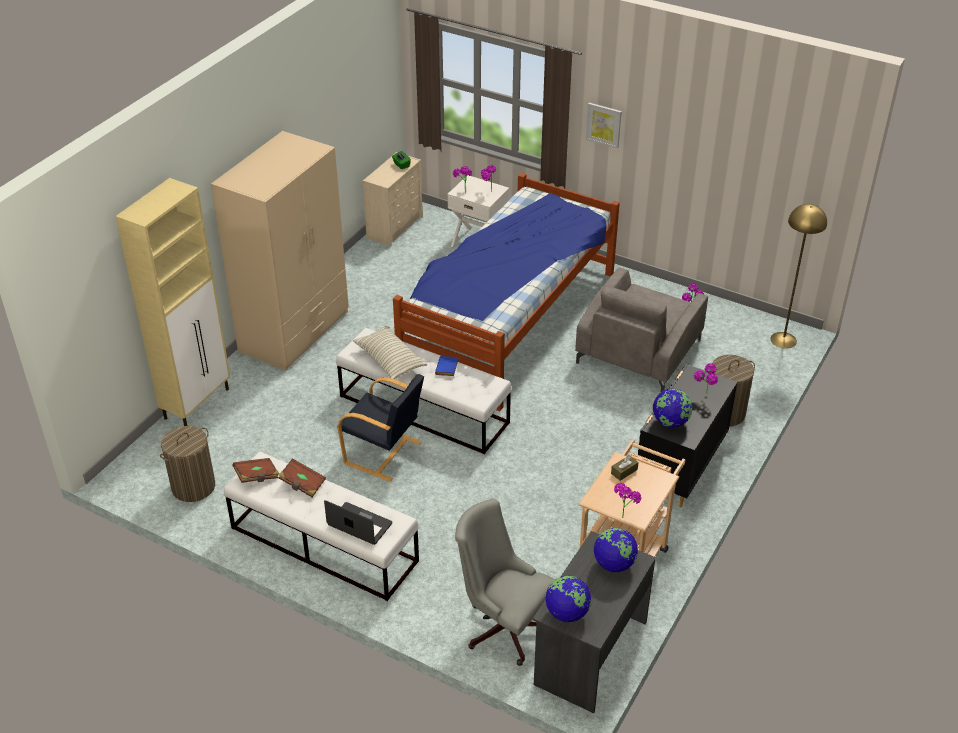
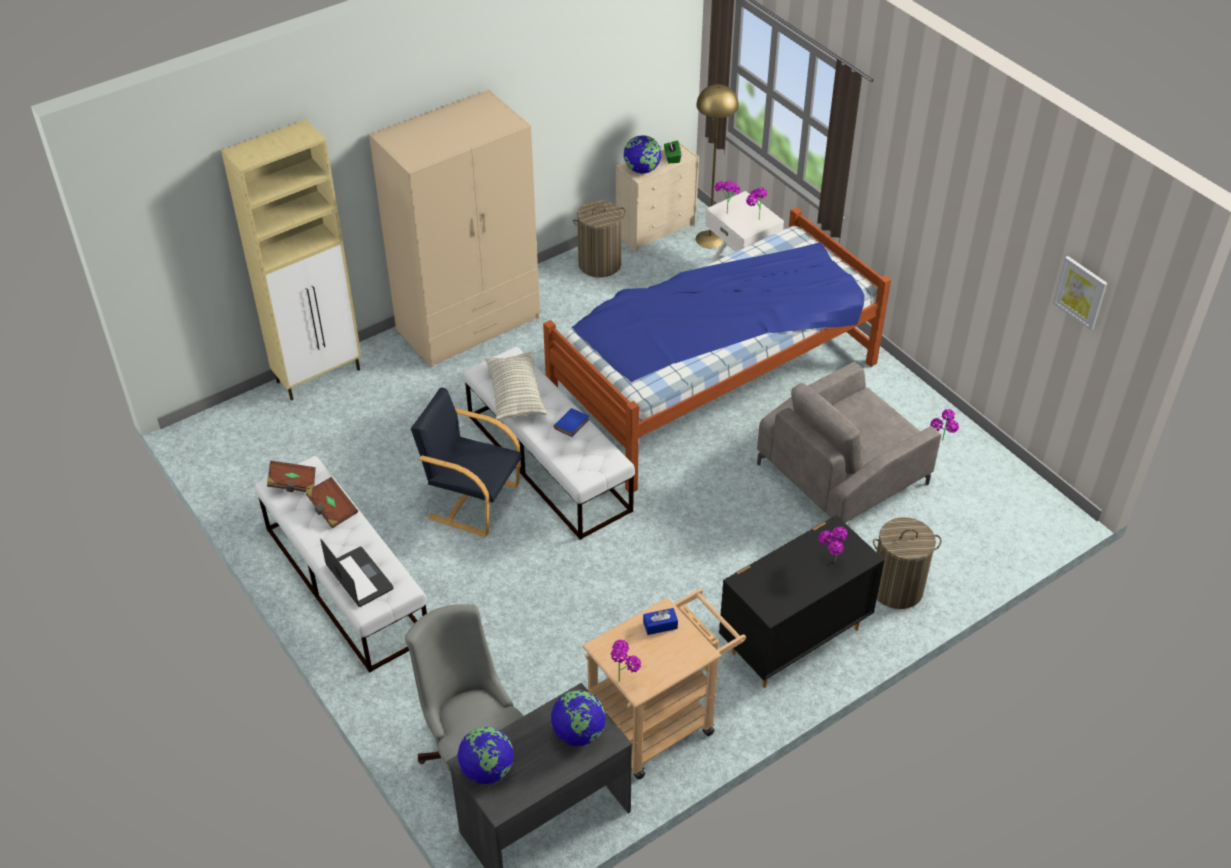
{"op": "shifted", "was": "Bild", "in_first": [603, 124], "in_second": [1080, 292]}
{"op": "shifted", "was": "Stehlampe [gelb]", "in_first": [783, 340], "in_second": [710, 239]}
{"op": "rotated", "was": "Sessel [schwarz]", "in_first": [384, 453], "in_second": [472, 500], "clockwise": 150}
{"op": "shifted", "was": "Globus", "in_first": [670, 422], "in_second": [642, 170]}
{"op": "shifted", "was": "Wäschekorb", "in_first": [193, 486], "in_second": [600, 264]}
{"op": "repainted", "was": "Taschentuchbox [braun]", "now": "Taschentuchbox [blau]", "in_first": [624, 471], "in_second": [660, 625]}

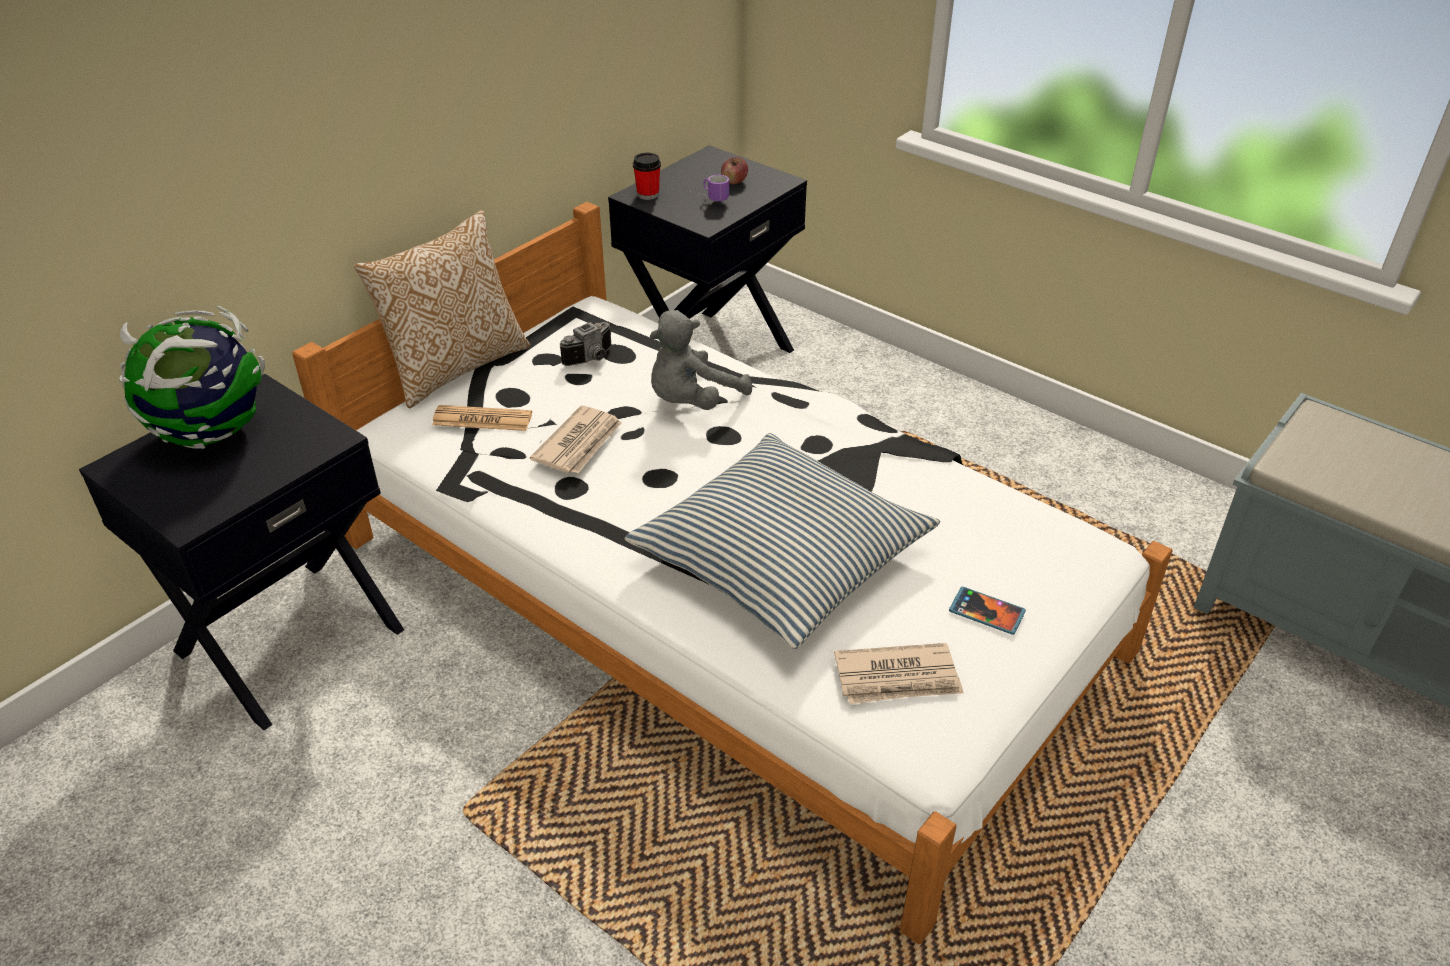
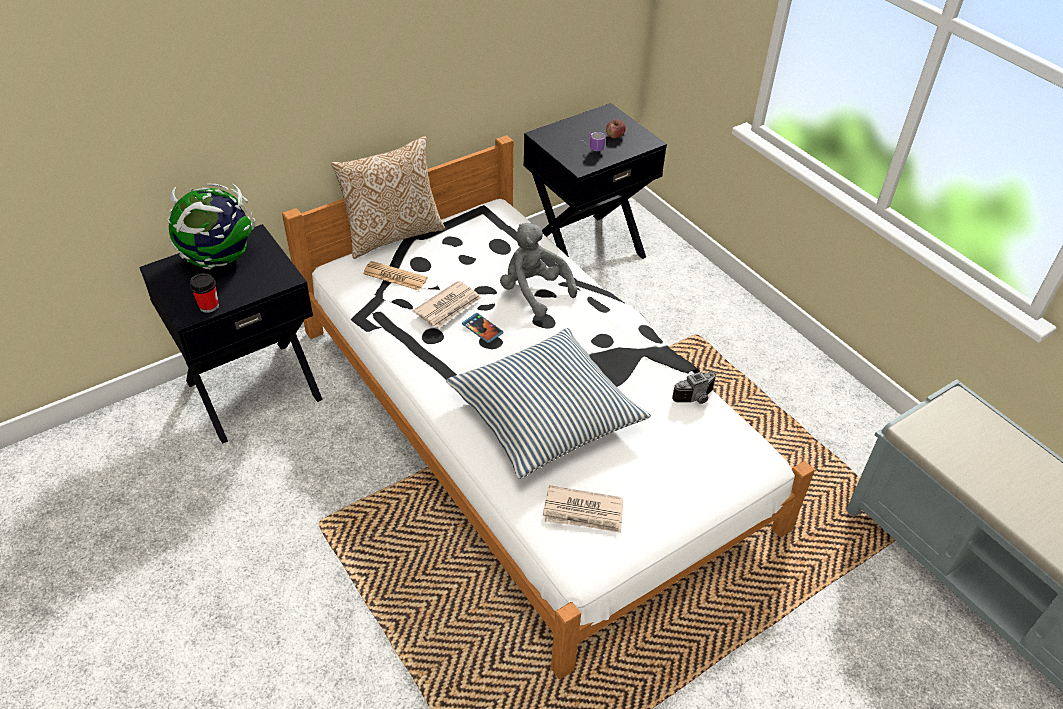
{"op": "shifted", "was": "Tasse", "in_first": [648, 194], "in_second": [209, 306]}
{"op": "rotated", "was": "Plüschtier [grau]", "in_first": [692, 401], "in_second": [533, 291], "clockwise": 75}
{"op": "shifted", "was": "Kamera", "in_first": [592, 358], "in_second": [696, 398]}
{"op": "shifted", "was": "Handy", "in_first": [986, 612], "in_second": [482, 329]}

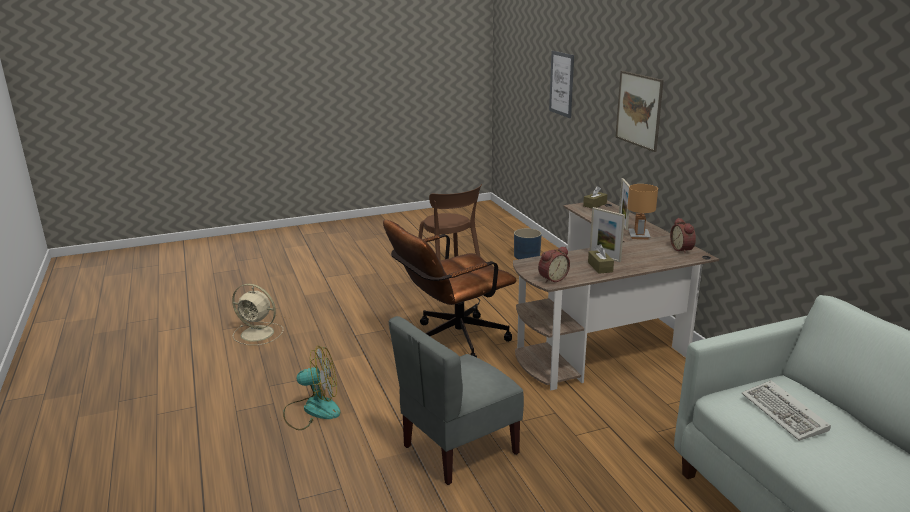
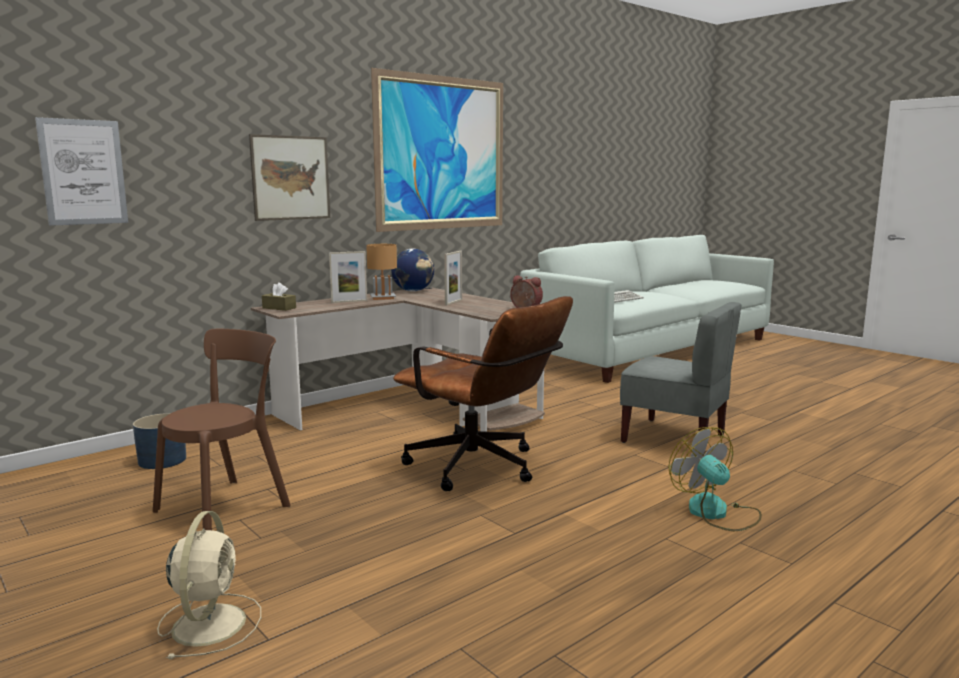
{"op": "swapped", "was": "Wecker", "now": "Globus", "in_first": [683, 249], "in_second": [413, 291]}
{"op": "gone", "was": "Taschentuchbox [braun]", "in_first": [600, 267]}
{"op": "shifted", "was": "Ventilator [beige]", "in_first": [258, 334], "in_second": [210, 622]}
{"op": "new", "now": "Bild", "in_second": [442, 153]}

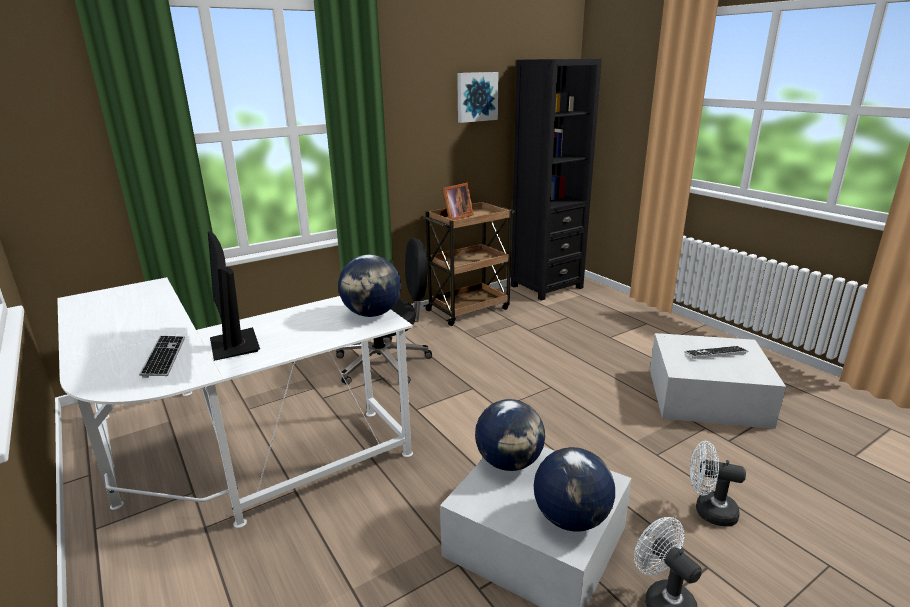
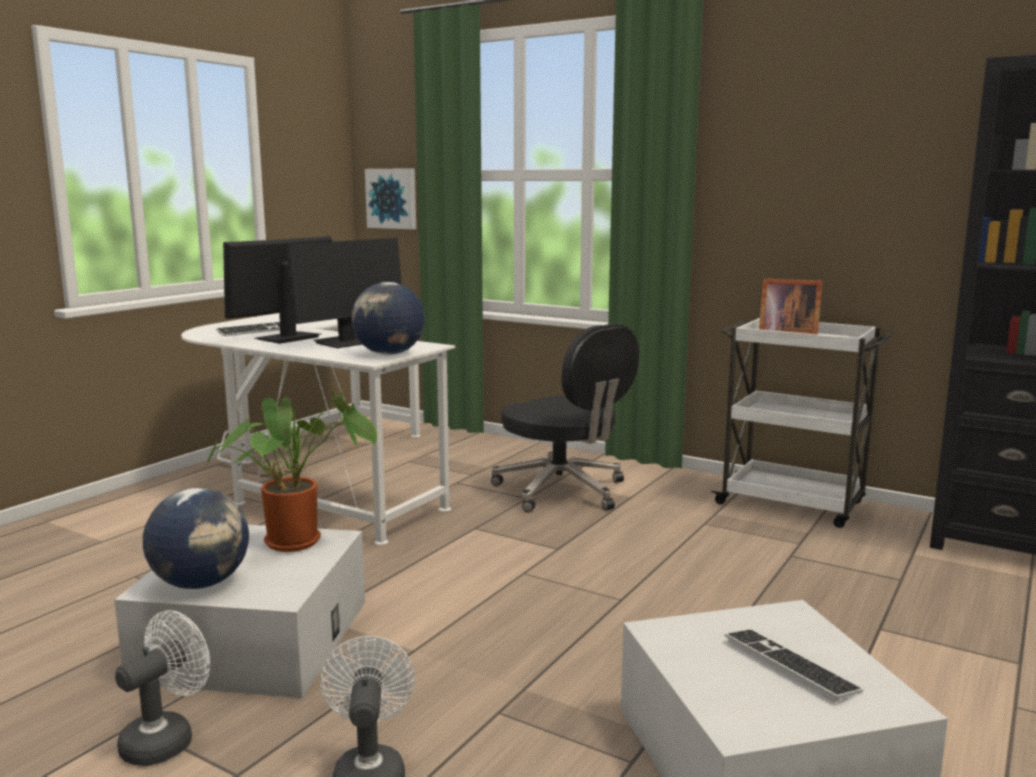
{"op": "shifted", "was": "Bild", "in_first": [476, 97], "in_second": [392, 198]}
{"op": "repainted", "was": "Rollwagen [braun]", "now": "Rollwagen [weiß]", "in_first": [469, 309], "in_second": [793, 504]}
{"op": "swapped", "was": "Globus", "now": "Topfpflanze", "in_first": [509, 462], "in_second": [299, 540]}
{"op": "new", "now": "Monitor", "in_second": [347, 342]}

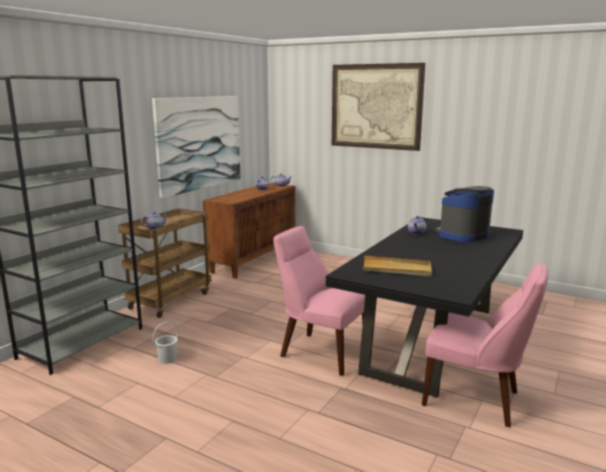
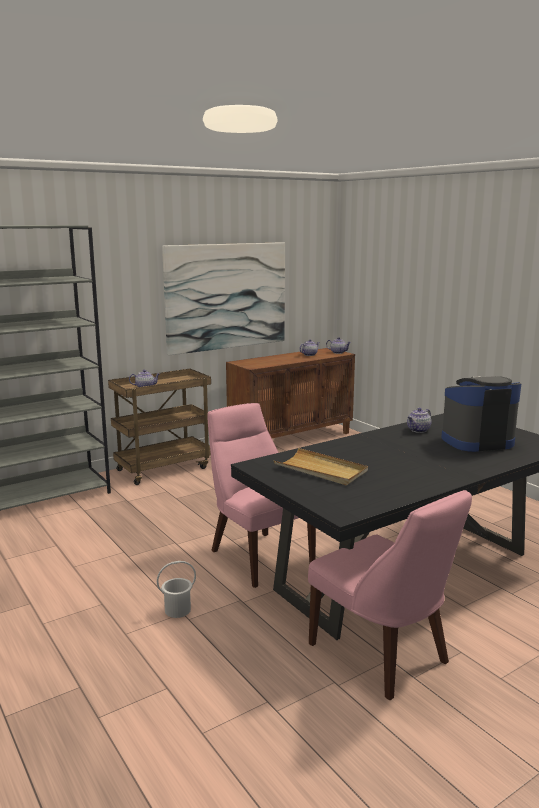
{"op": "gone", "was": "Bild", "in_first": [375, 106]}
{"op": "shifted", "was": "Eimer [weiß]", "in_first": [167, 358], "in_second": [177, 610]}

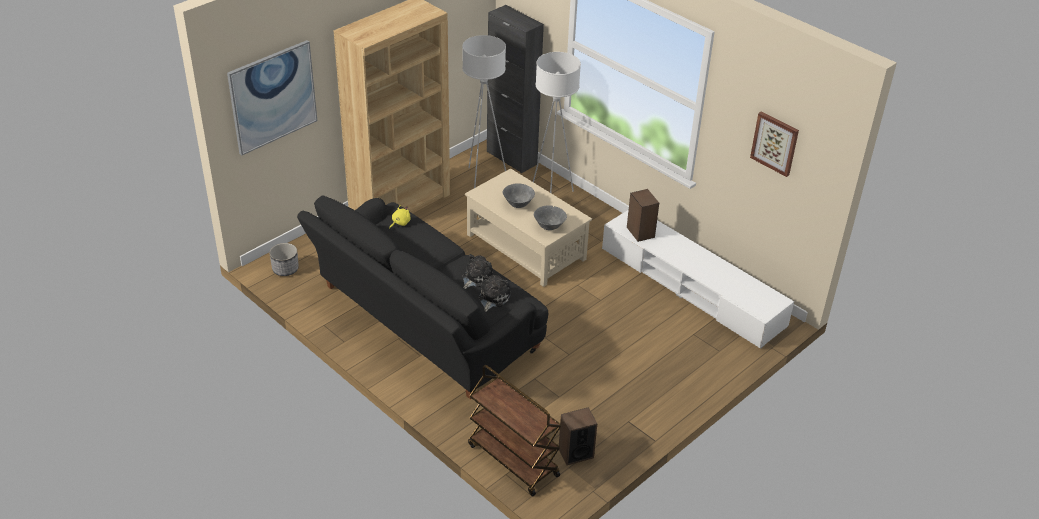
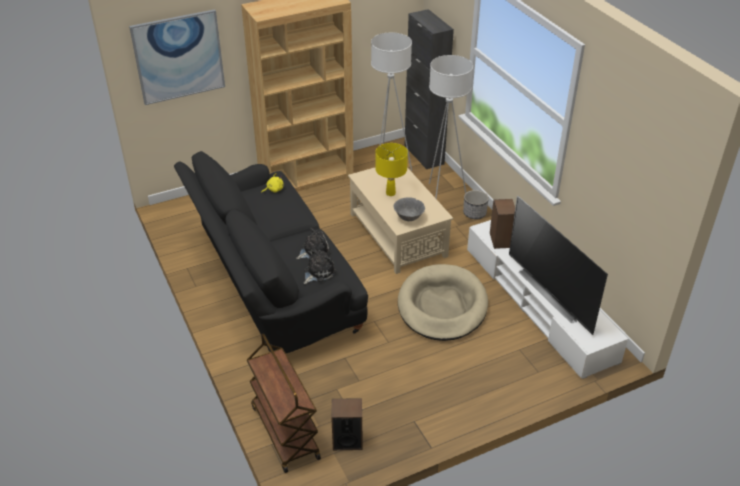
{"op": "gone", "was": "Bild", "in_first": [775, 143]}
{"op": "swapped", "was": "Schüssel [grau]", "now": "Tischlampe [gelb]", "in_first": [518, 205], "in_second": [390, 193]}
{"op": "shifted", "was": "Pflanzkübel", "in_first": [285, 269], "in_second": [474, 213]}
{"op": "new", "now": "Fernseher", "in_second": [552, 292]}
{"op": "new", "now": "Hundebett [beige]", "in_second": [442, 306]}

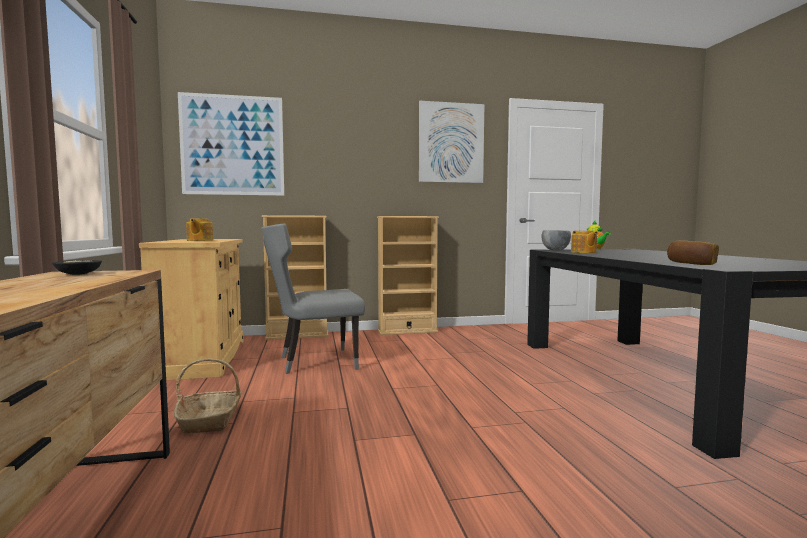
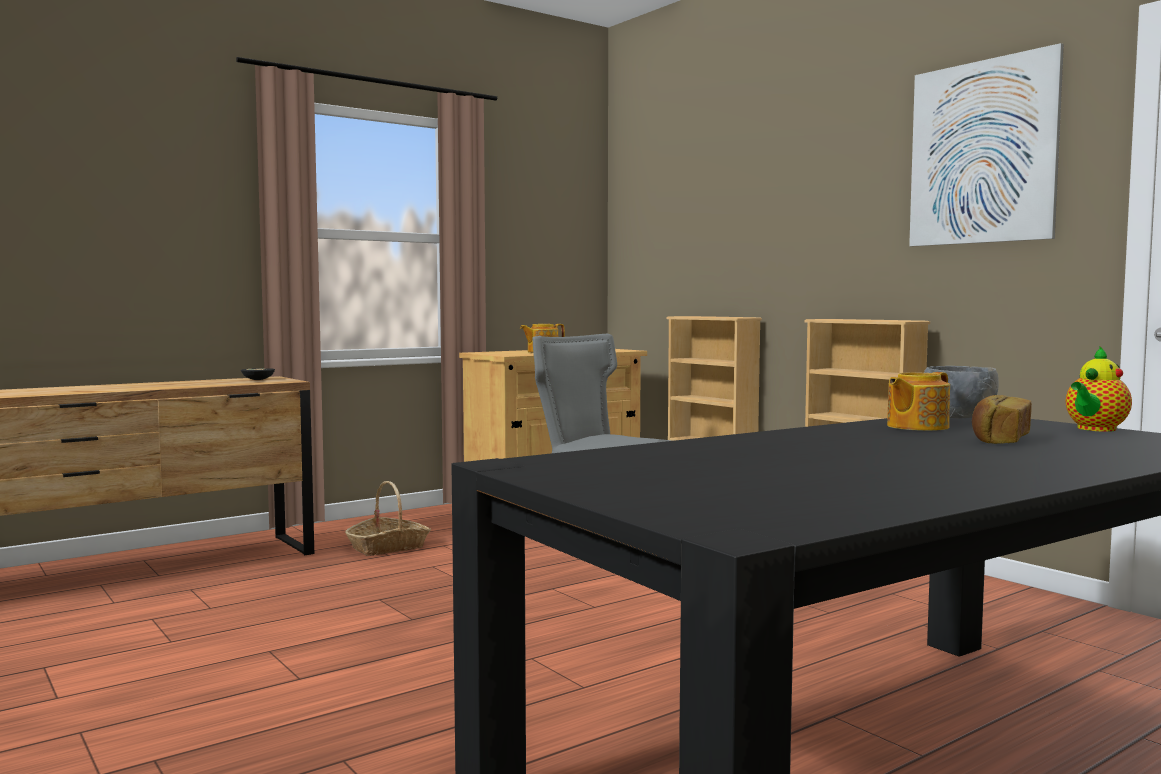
{"op": "gone", "was": "Bild", "in_first": [232, 145]}
{"op": "shifted", "was": "Brot", "in_first": [691, 264], "in_second": [999, 440]}

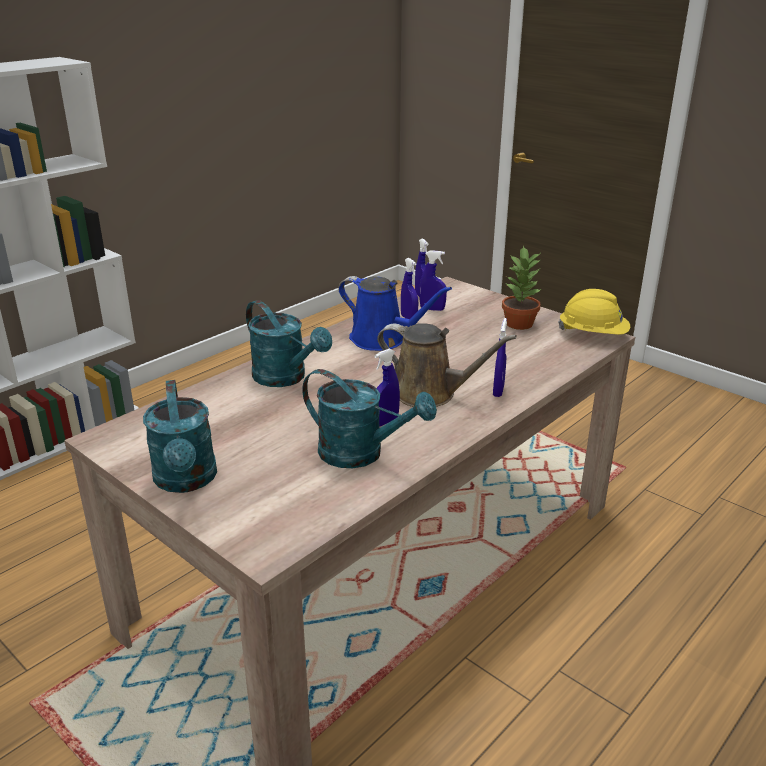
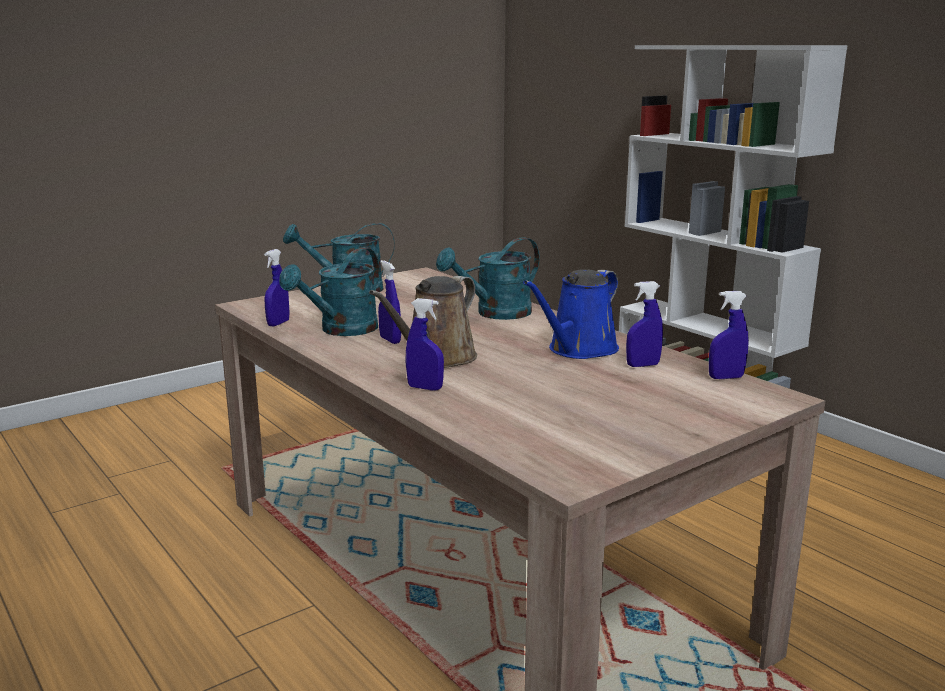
{"op": "gone", "was": "Topfpflanze", "in_first": [520, 323]}
{"op": "shifted", "was": "Sprühflasche [blau]", "in_first": [432, 309], "in_second": [278, 323]}
{"op": "gone", "was": "Schutzhelm [gelb]", "in_first": [593, 334]}

